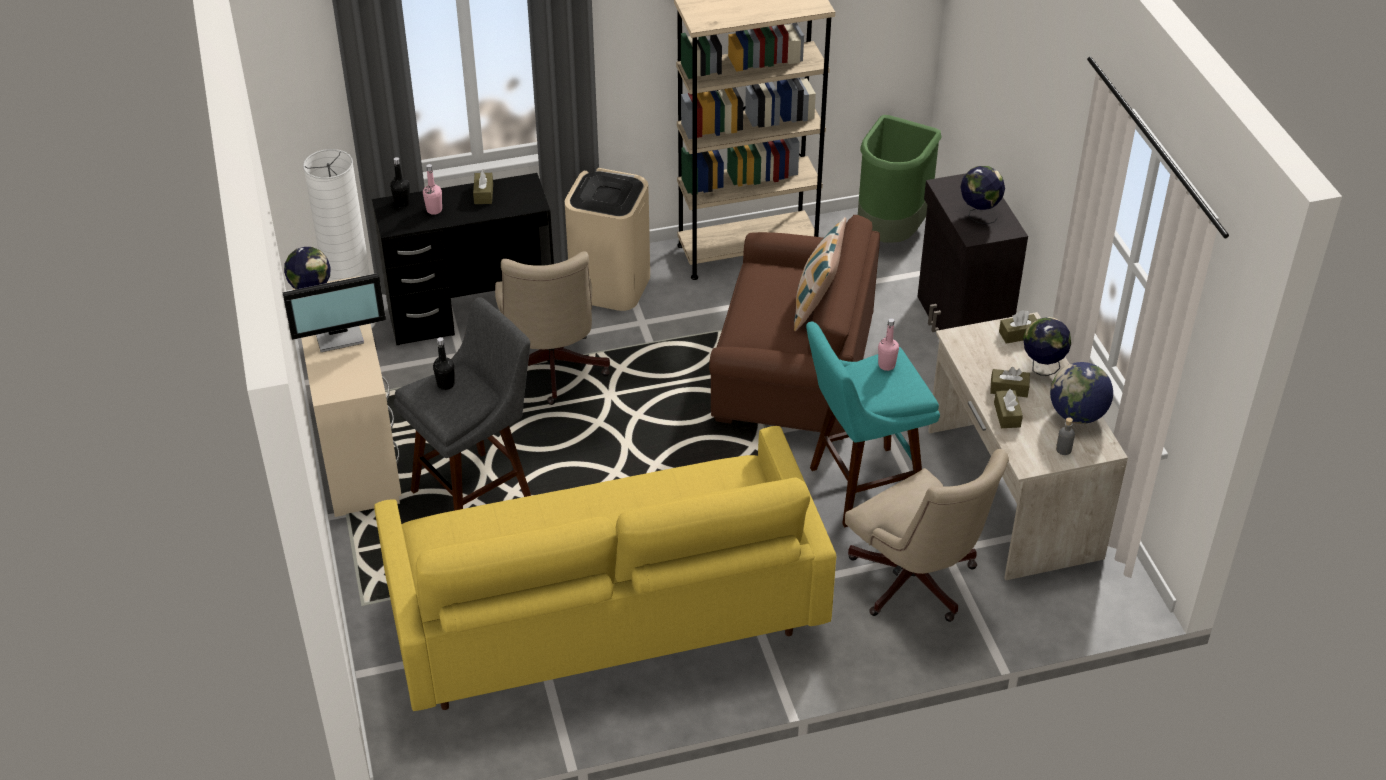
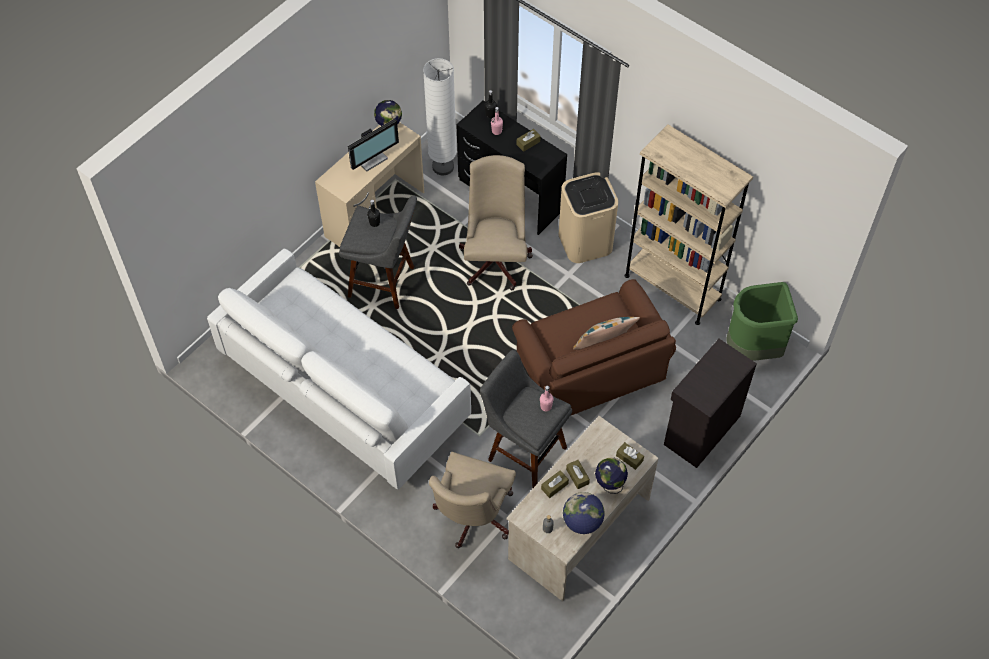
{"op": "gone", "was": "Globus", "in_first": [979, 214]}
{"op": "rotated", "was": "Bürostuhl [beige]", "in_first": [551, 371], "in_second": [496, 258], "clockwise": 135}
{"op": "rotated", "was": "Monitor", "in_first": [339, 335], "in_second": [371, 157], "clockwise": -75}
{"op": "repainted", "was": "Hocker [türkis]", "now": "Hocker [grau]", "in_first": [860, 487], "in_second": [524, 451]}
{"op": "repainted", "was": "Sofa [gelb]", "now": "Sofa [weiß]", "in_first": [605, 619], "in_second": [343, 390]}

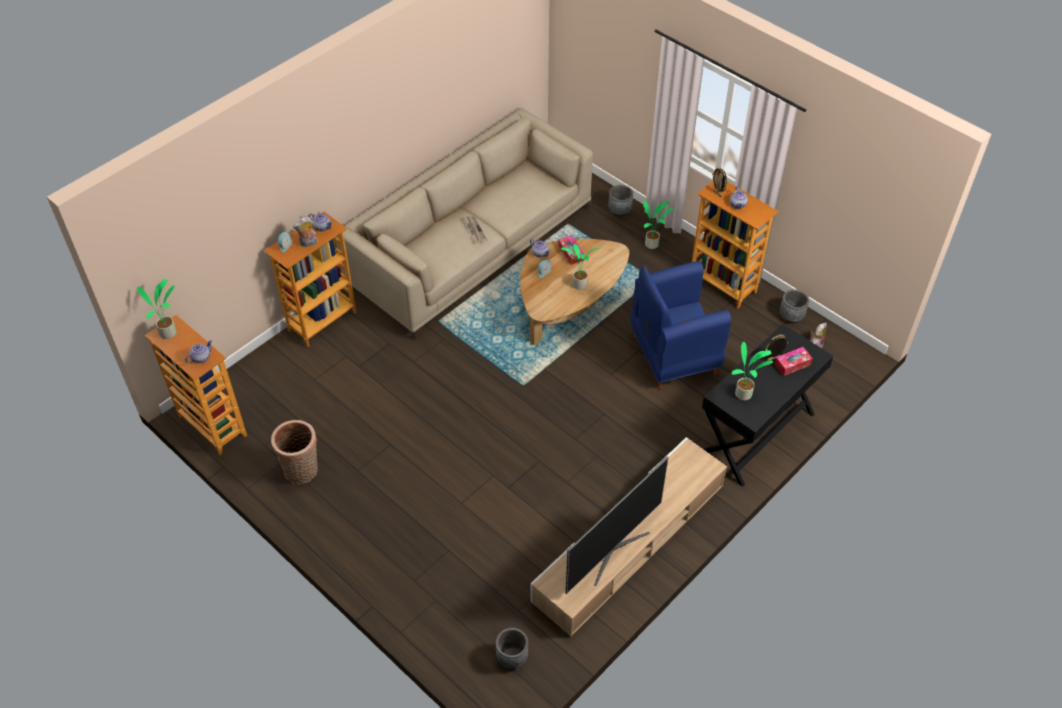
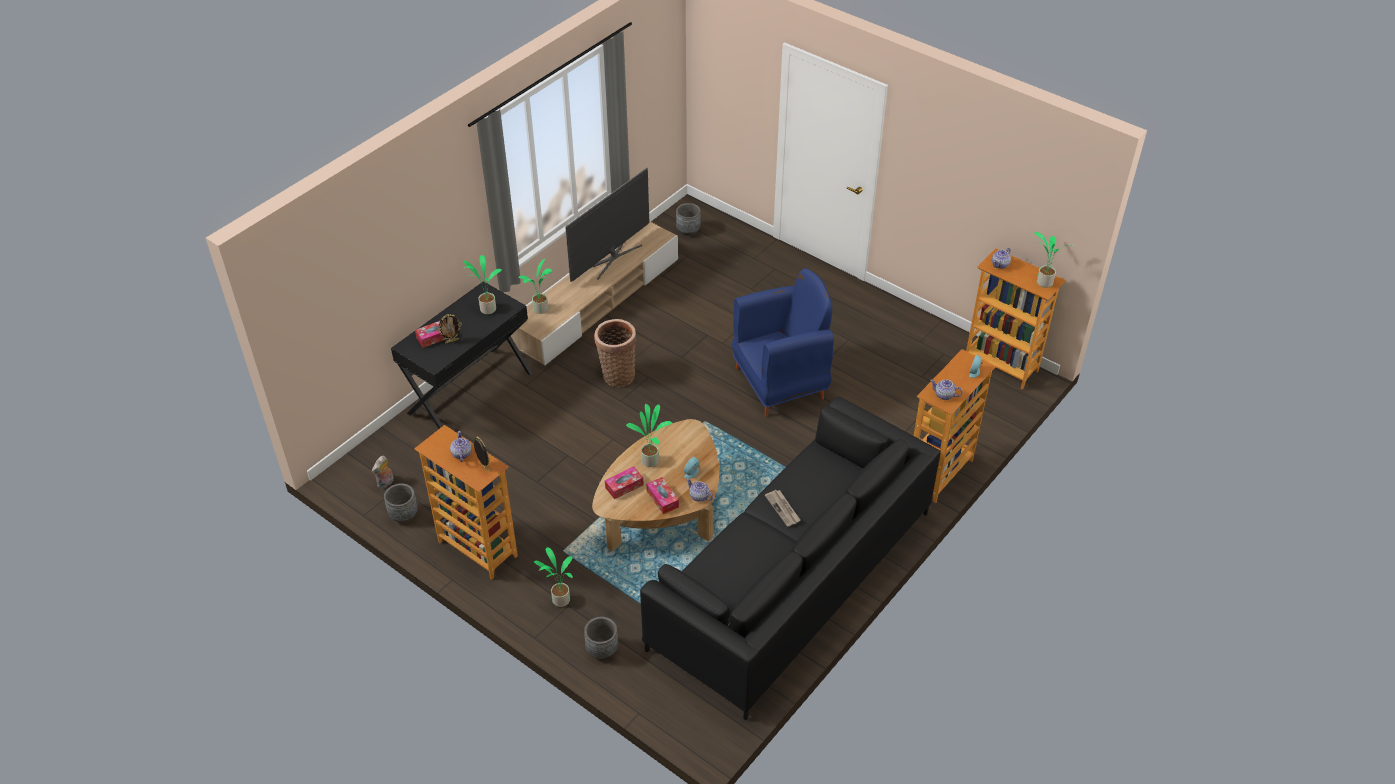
{"op": "repainted", "was": "Sofa [beige]", "now": "Sofa [schwarz]", "in_first": [472, 247], "in_second": [791, 579]}
{"op": "gone", "was": "Plüschtier", "in_first": [308, 243]}
{"op": "shifted", "was": "Sessel [blau]", "in_first": [672, 355], "in_second": [781, 383]}
{"op": "shifted", "was": "Korb", "in_first": [302, 472], "in_second": [617, 374]}
{"op": "new", "now": "Topfpflanze", "in_second": [541, 310]}
{"op": "new", "now": "Taschentuchbox", "in_second": [624, 486]}

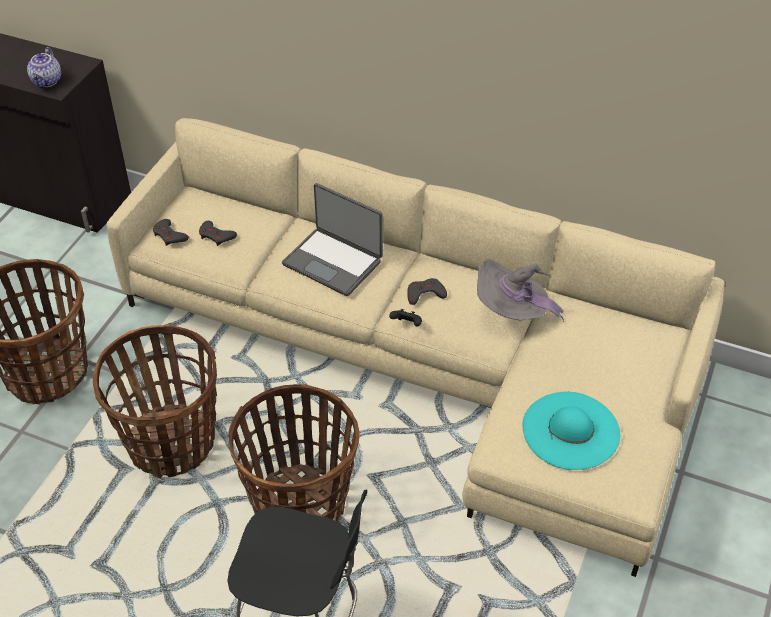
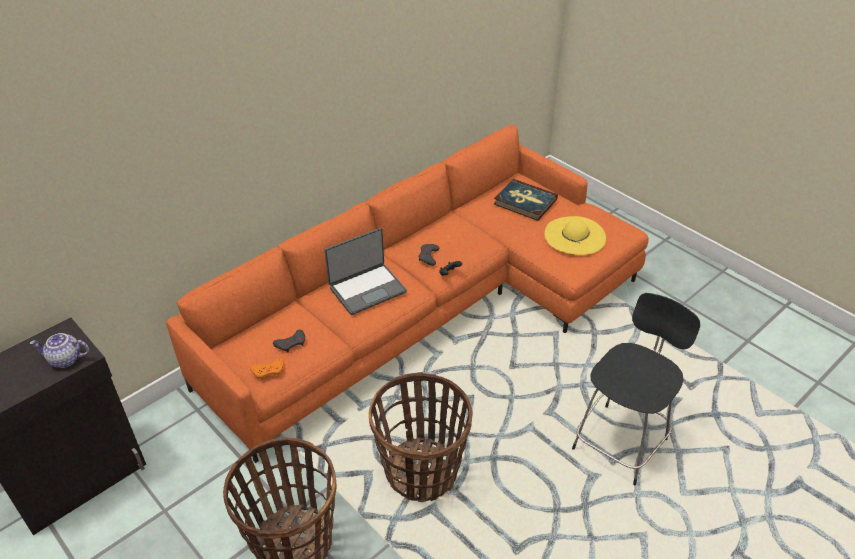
{"op": "rotated", "was": "Teekanne", "in_first": [47, 81], "in_second": [65, 360], "clockwise": 150}
{"op": "repainted", "was": "Sofa [beige]", "now": "Sofa [orange]", "in_first": [427, 362], "in_second": [430, 309]}
{"op": "repainted", "was": "Gamepad [grau]", "now": "Gamepad [orange]", "in_first": [169, 236], "in_second": [268, 371]}
{"op": "gone", "was": "Hut [grau]", "in_first": [512, 312]}
{"op": "gone", "was": "Korb", "in_first": [300, 504]}
{"op": "repainted", "was": "Hut [türkis]", "now": "Hut [gelb]", "in_first": [570, 430], "in_second": [575, 235]}
{"op": "new", "now": "Buch", "in_second": [525, 202]}

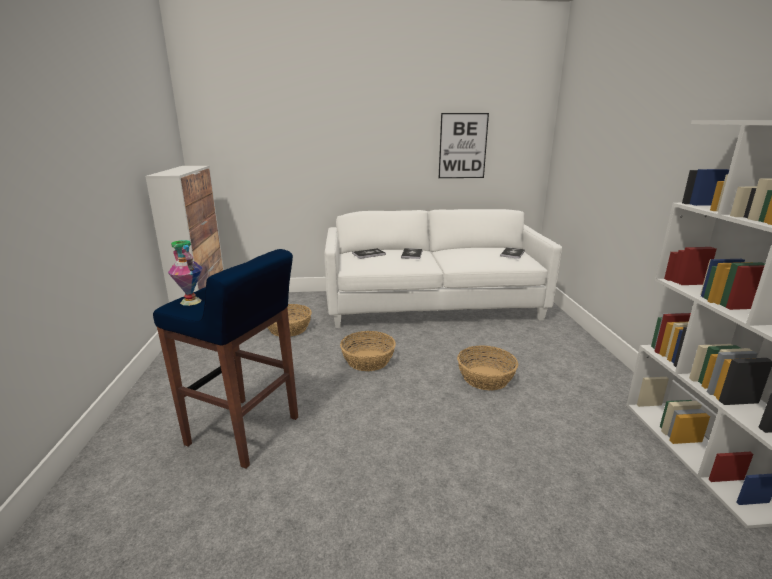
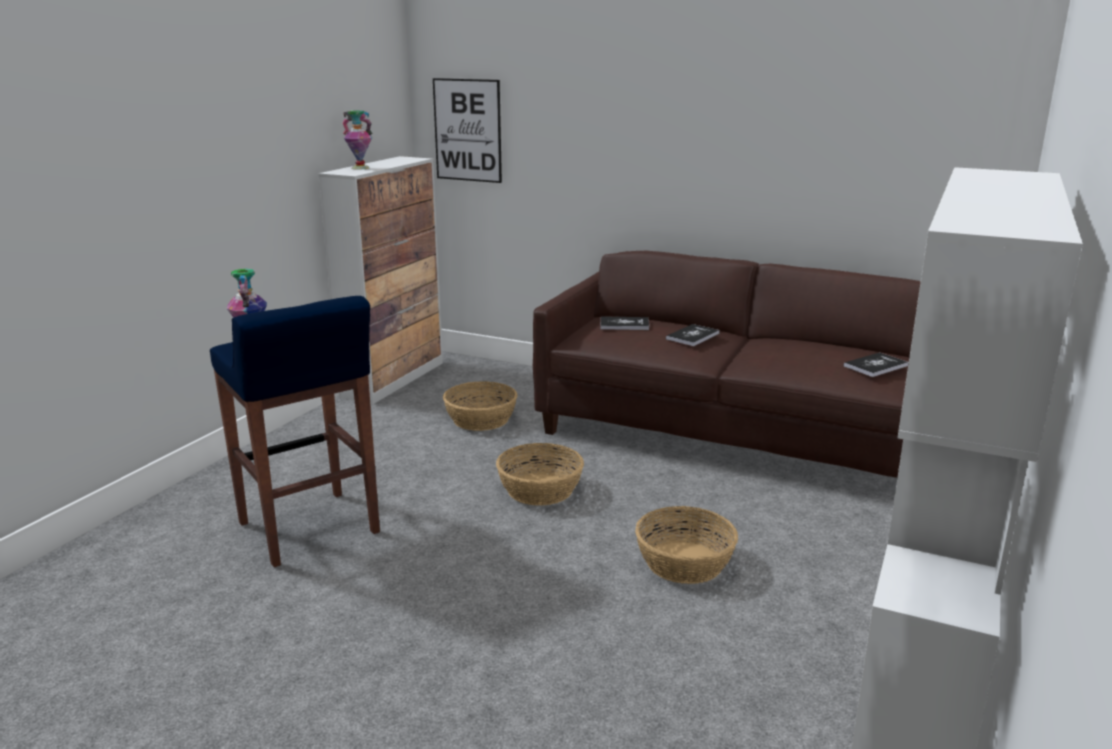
{"op": "shifted", "was": "Bild", "in_first": [462, 146], "in_second": [467, 130]}
{"op": "repainted", "was": "Sofa [weiß]", "now": "Sofa [braun]", "in_first": [433, 305], "in_second": [737, 435]}
{"op": "new", "now": "Vase", "in_second": [360, 168]}

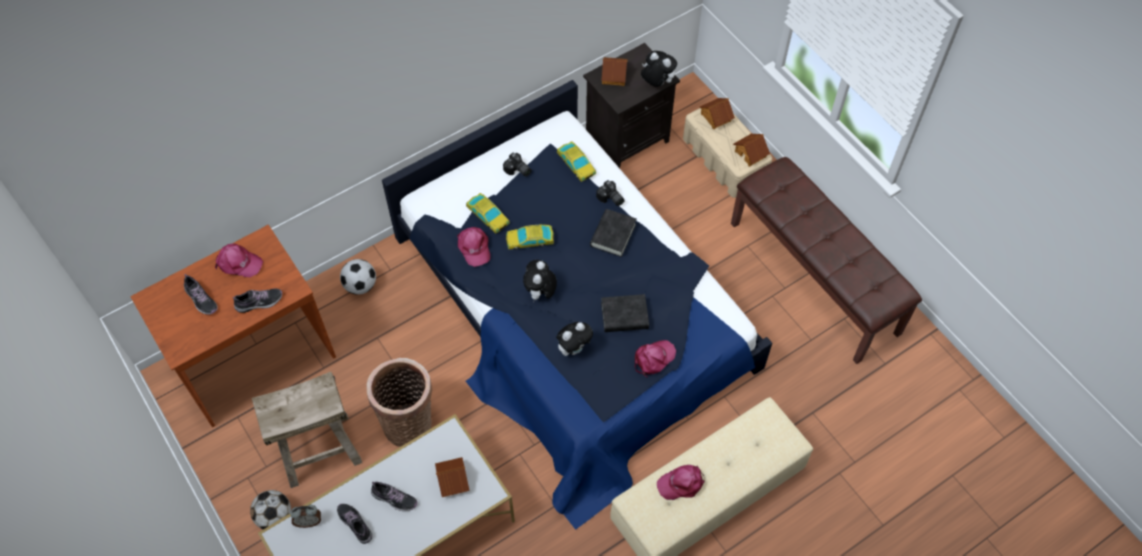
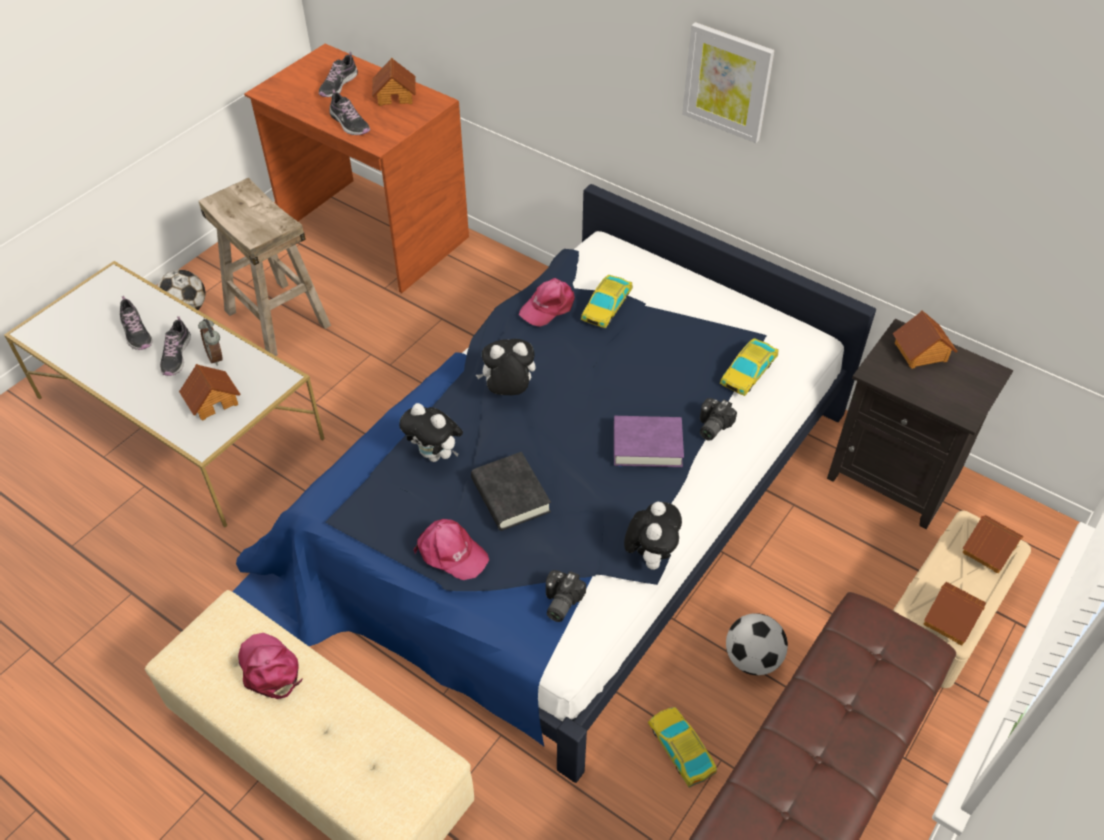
{"op": "shifted", "was": "Plüschtier", "in_first": [656, 83], "in_second": [650, 555]}
{"op": "shifted", "was": "Kamera", "in_first": [517, 170], "in_second": [559, 602]}
{"op": "repainted", "was": "Buch [schwarz]", "now": "Buch [lila]", "in_first": [613, 235], "in_second": [647, 445]}
{"op": "shifted", "was": "Spielzeugauto", "in_first": [530, 240], "in_second": [680, 749]}
{"op": "swapped", "was": "Kappe [rosa]", "now": "Spielzeughaus", "in_first": [238, 263], "in_second": [395, 95]}
{"op": "shifted", "was": "Fußball", "in_first": [360, 285], "in_second": [752, 659]}
{"op": "gone", "was": "Korb", "in_first": [409, 422]}
{"op": "rotated", "was": "Schuh", "in_first": [355, 524], "in_second": [136, 333], "clockwise": 120}
{"op": "shifted", "was": "Wecker", "in_first": [309, 521], "in_second": [217, 357]}
{"op": "new", "now": "Bild", "in_second": [728, 82]}

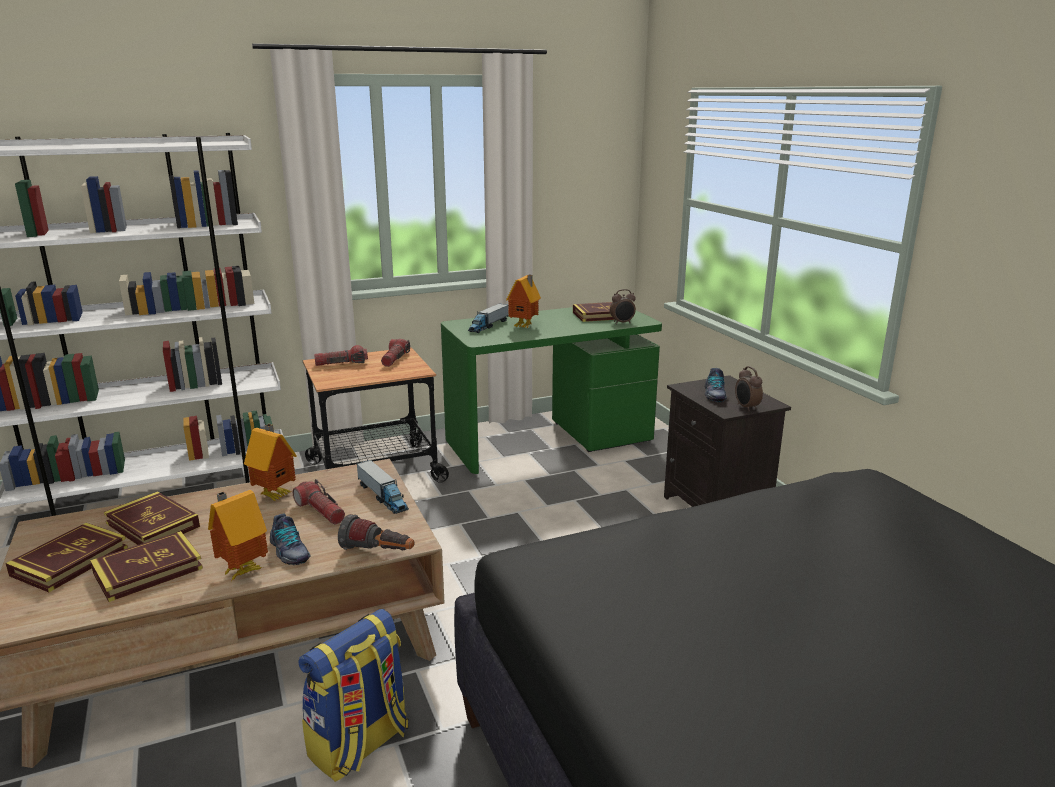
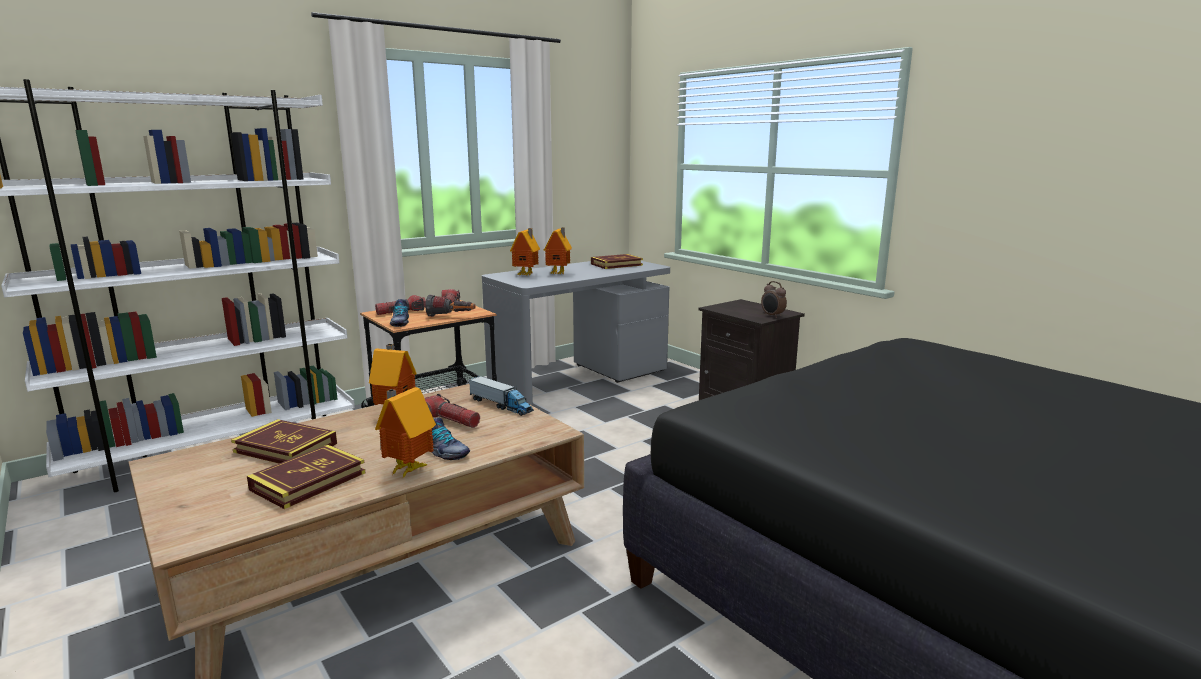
{"op": "gone", "was": "Wecker", "in_first": [622, 323]}
{"op": "swapped", "was": "Spielzeuglaster", "now": "Spielzeughaus", "in_first": [488, 326], "in_second": [527, 275]}
{"op": "repainted", "was": "Schreibtisch [grün]", "now": "Schreibtisch [grau]", "in_first": [550, 440], "in_second": [579, 377]}
{"op": "shifted", "was": "Schuh", "in_first": [714, 394], "in_second": [400, 322]}
{"op": "shifted", "was": "Taschenlampe", "in_first": [379, 552], "in_second": [451, 317]}
{"op": "gone", "was": "Buch", "in_first": [70, 561]}
{"op": "gone", "was": "Rucksack", "in_first": [360, 745]}

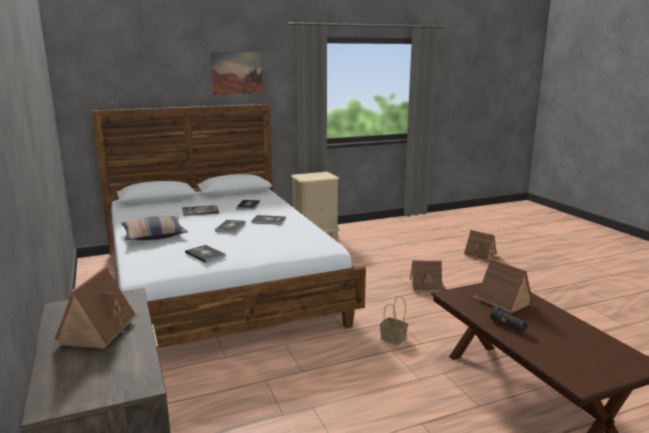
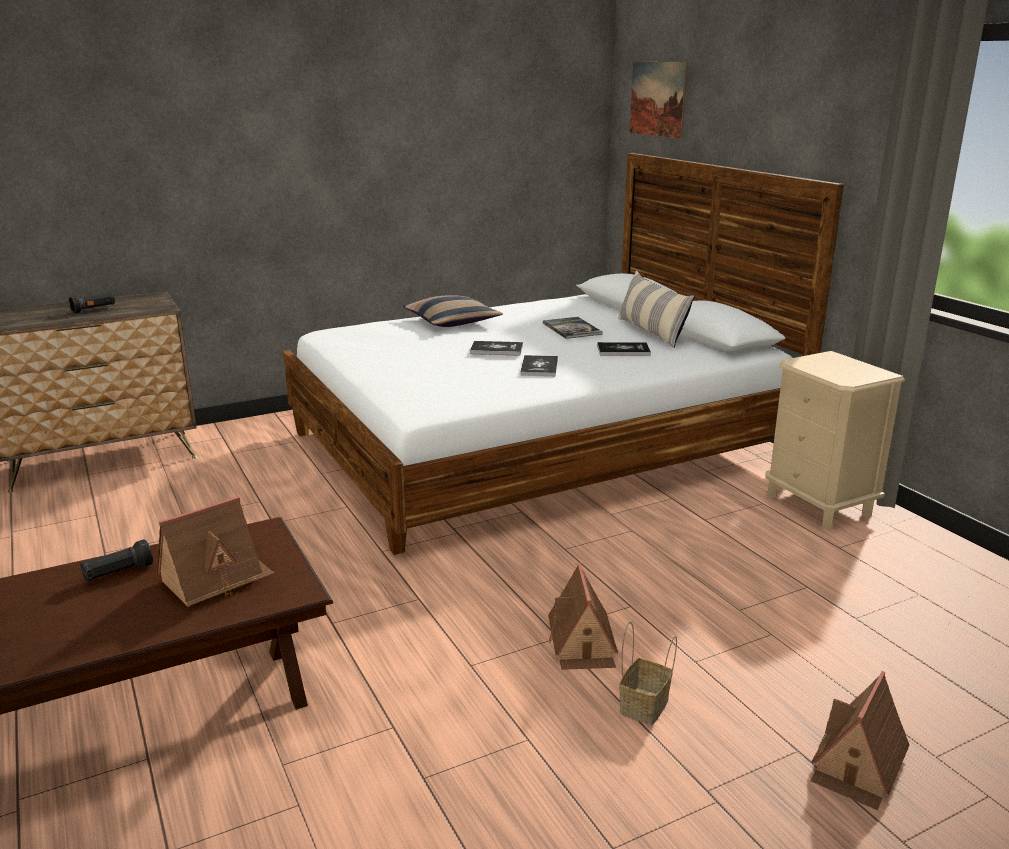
{"op": "shifted", "was": "Bild", "in_first": [237, 73], "in_second": [657, 99]}
{"op": "gone", "was": "Buch", "in_first": [205, 254]}
{"op": "swapped", "was": "Spielzeughaus", "now": "Taschenlampe [schwarz]", "in_first": [100, 330], "in_second": [94, 309]}
{"op": "shifted", "was": "Korb", "in_first": [394, 338], "in_second": [644, 707]}
{"op": "new", "now": "Kissen", "in_second": [651, 332]}

